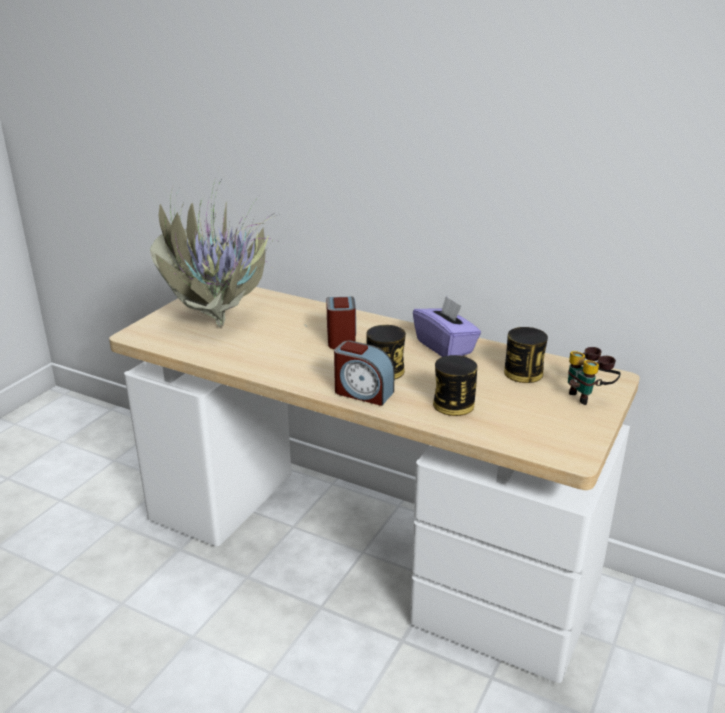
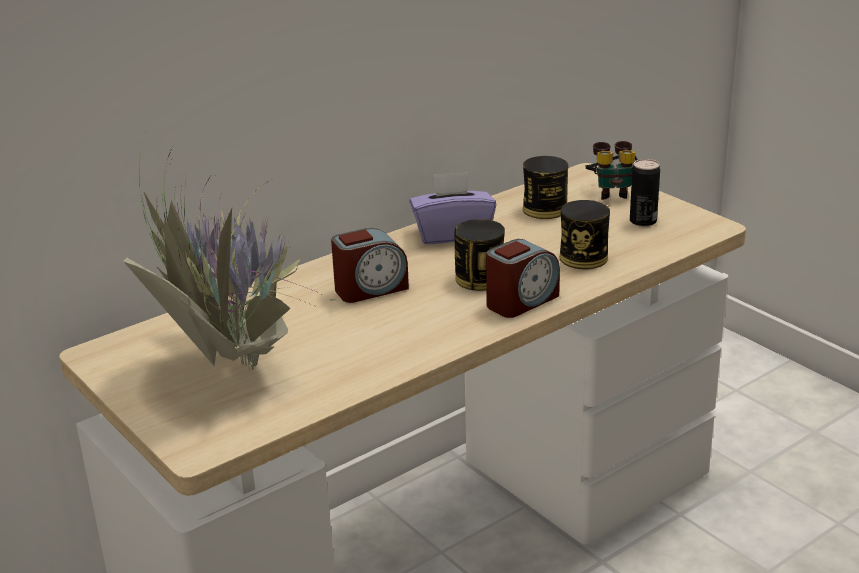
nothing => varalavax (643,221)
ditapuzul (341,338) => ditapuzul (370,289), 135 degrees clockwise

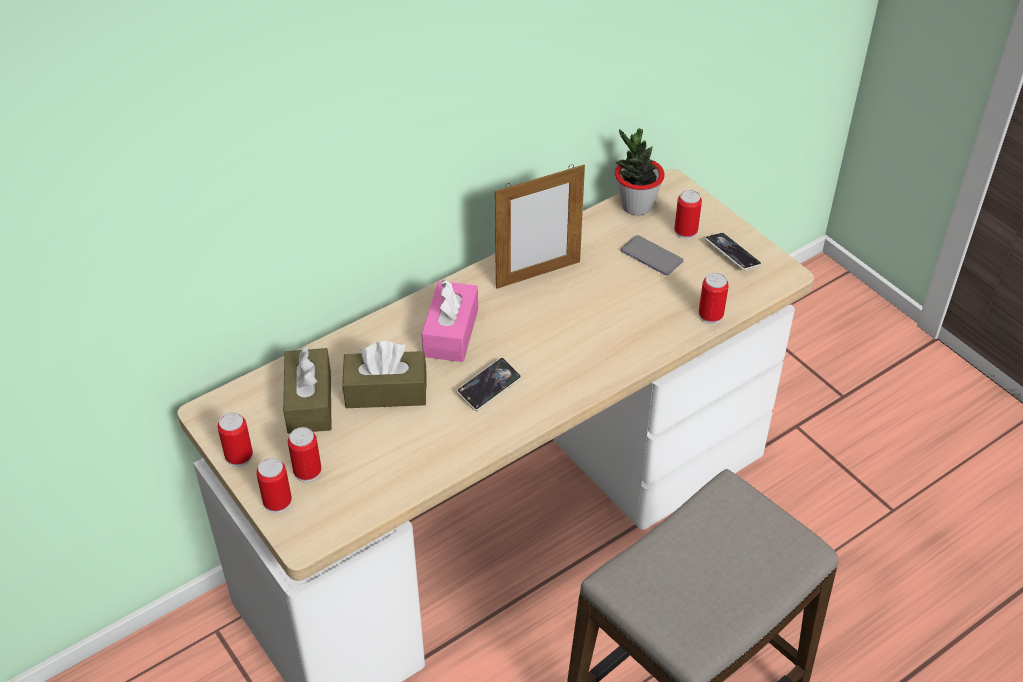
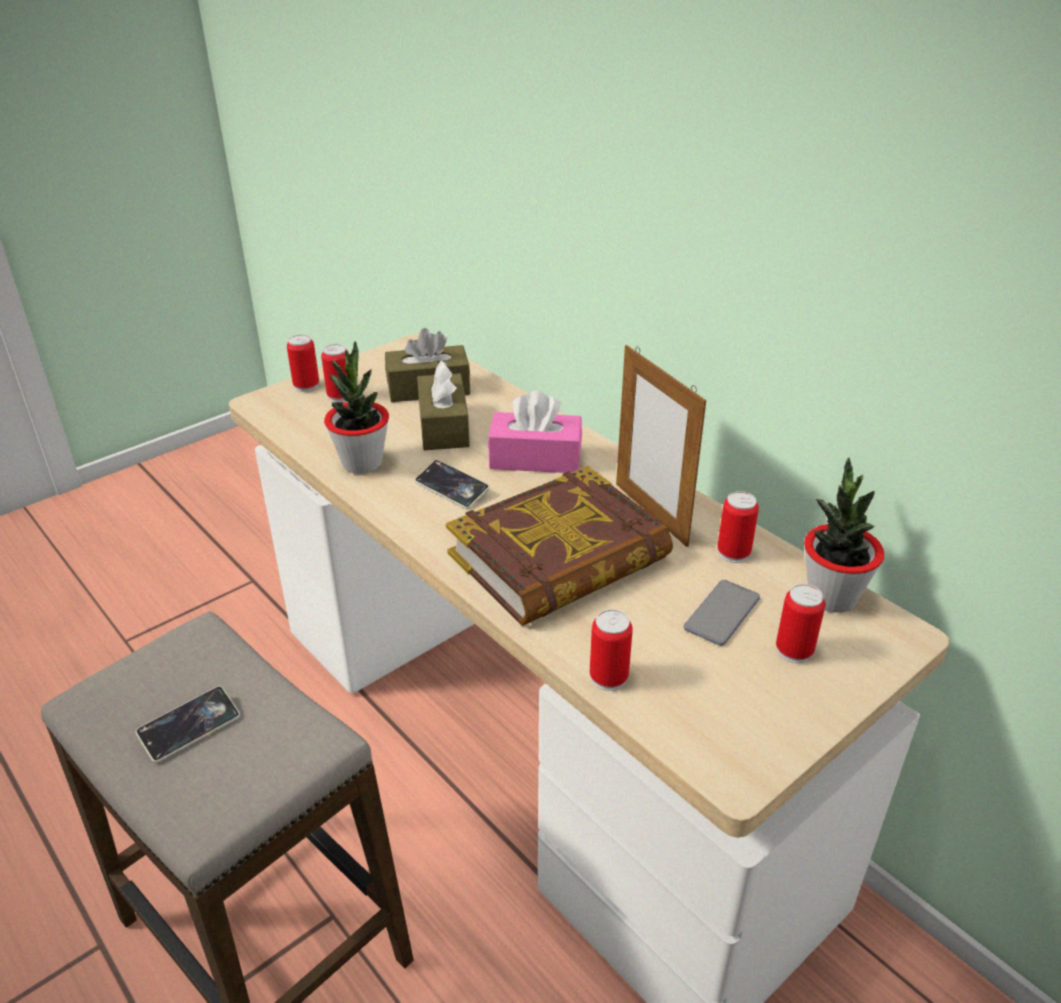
nothing => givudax (362,463)
nothing => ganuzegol (559,558)
varalavax (239,456) => varalavax (733,552), relocated
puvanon (732,254) => puvanon (190,728), relocated

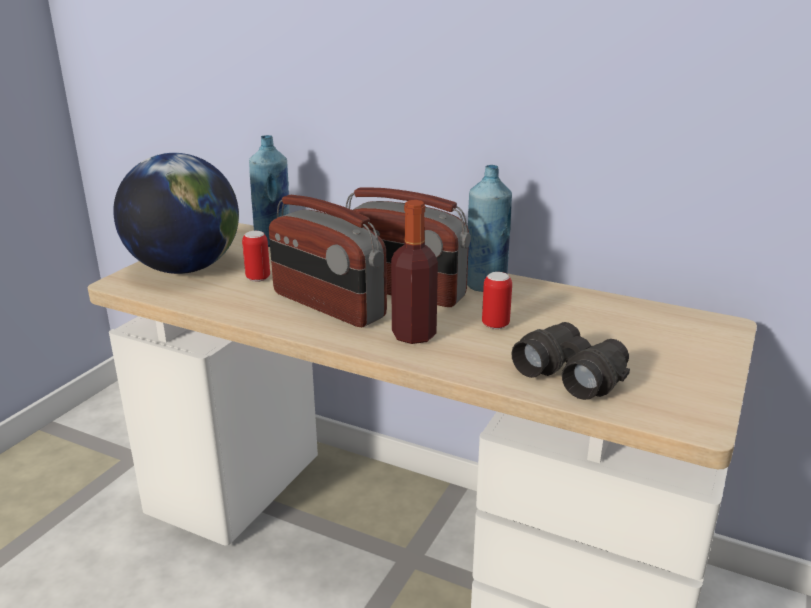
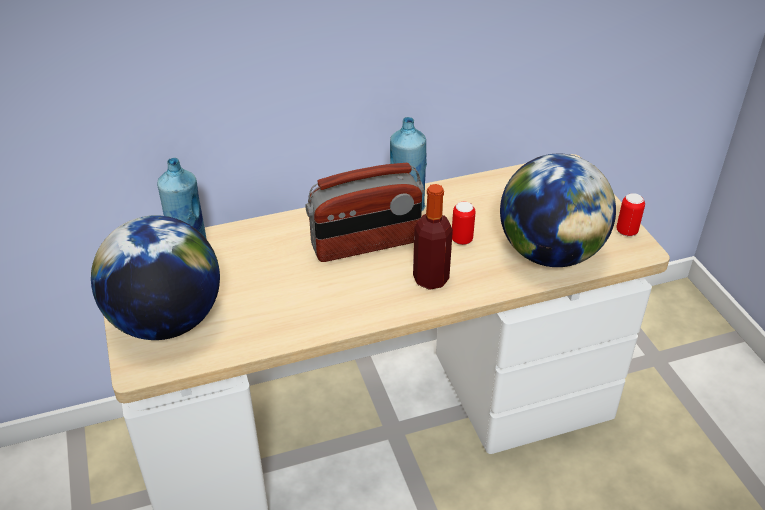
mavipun (327,305) => nothing
varalavax (258,278) => varalavax (626,231), relocated
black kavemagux (571,374) => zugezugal (549,253)

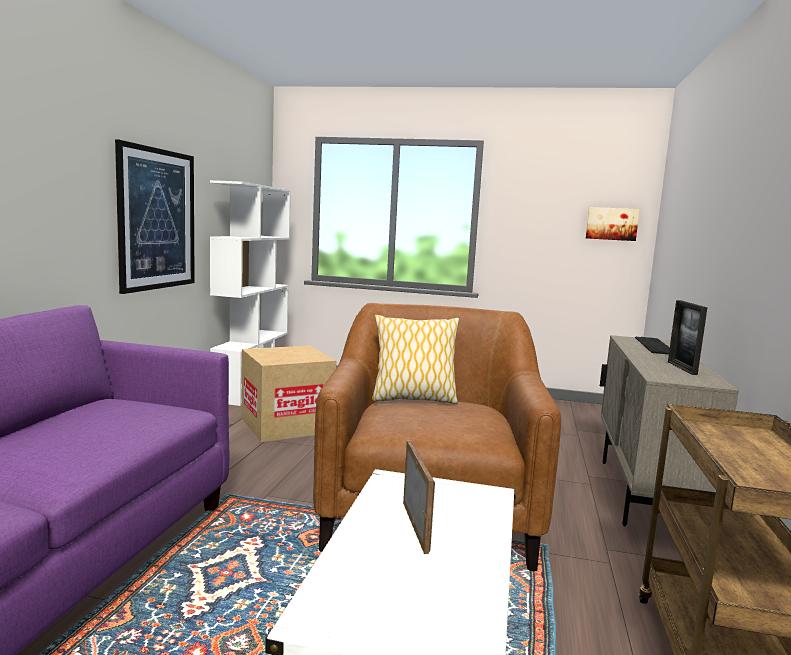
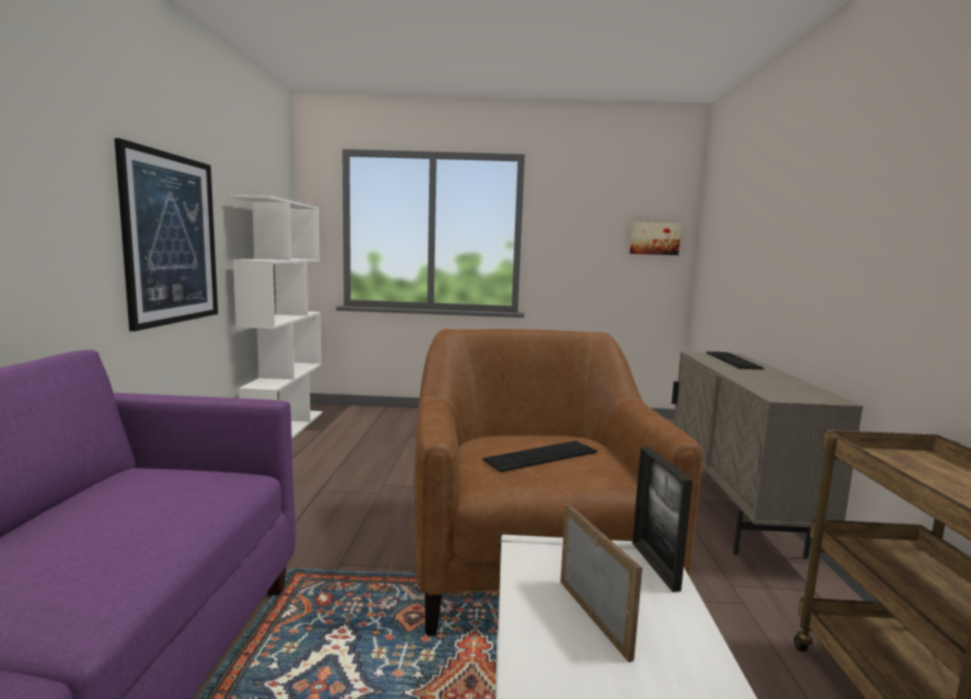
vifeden (286,425) => nothing
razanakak (413,399) => nothing
nothing => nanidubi (541,456)
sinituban (682,368) => sinituban (654,565), relocated

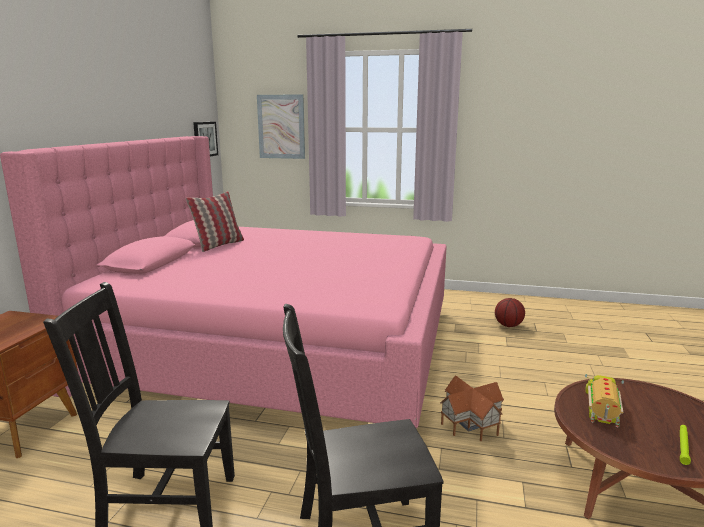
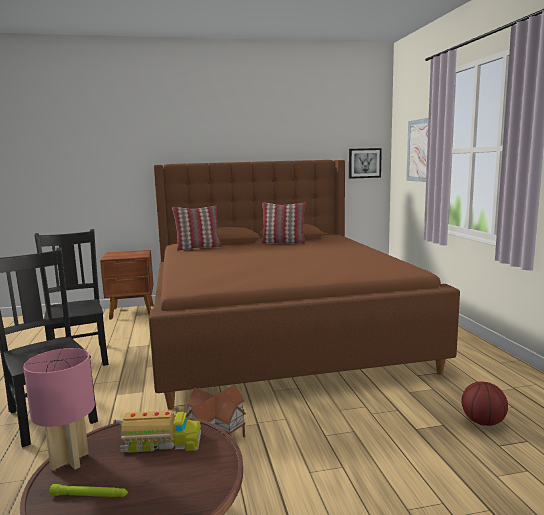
nothing => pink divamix (70,460)
nothing => razanakak (198,248)
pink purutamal (277,346) => brown purutamal (278,332)

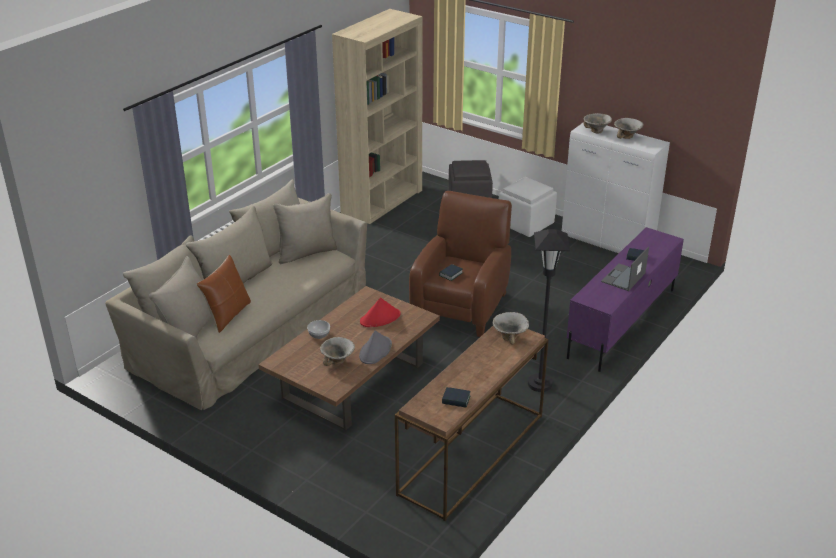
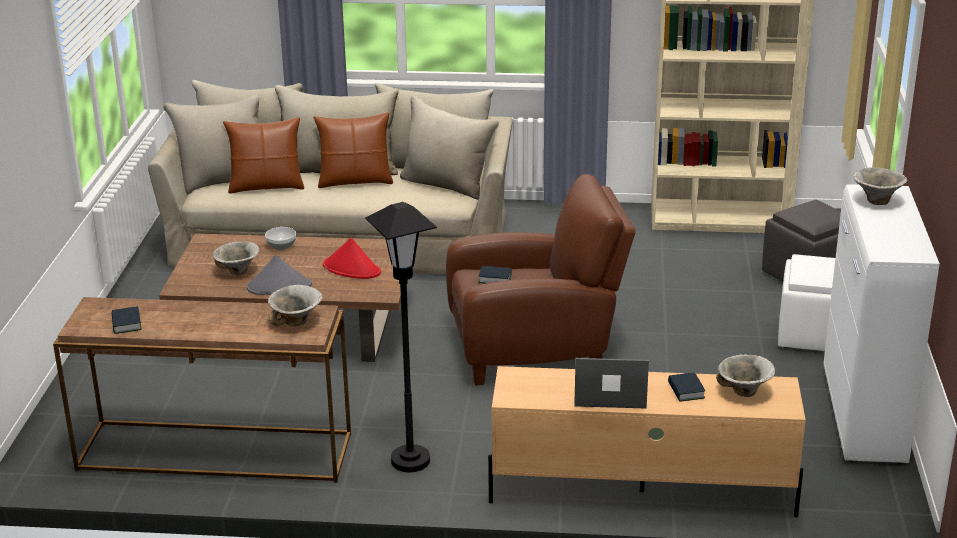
nothing => brown razanakak (355,181)
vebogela (627,137) => vebogela (744,392), relocated
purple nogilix (621,323) => beige nogilix (639,490)

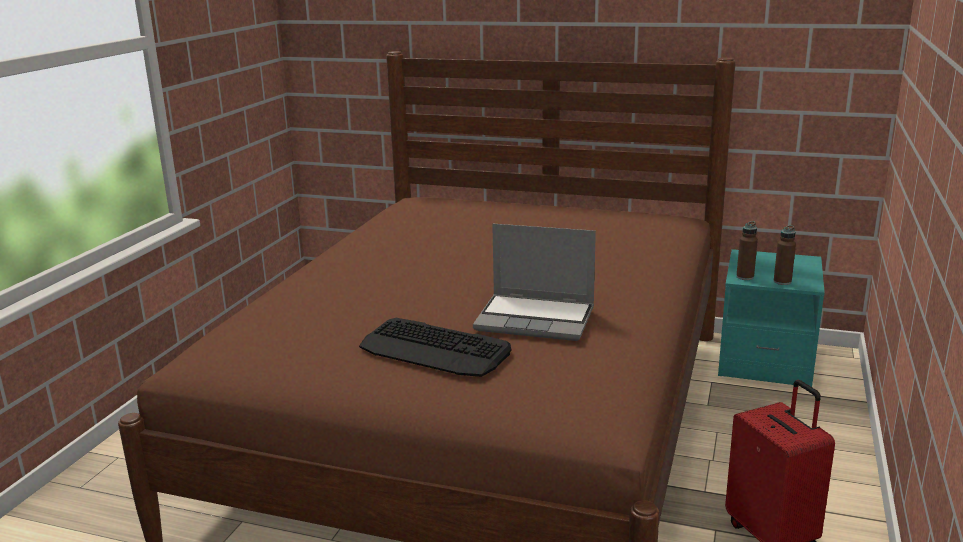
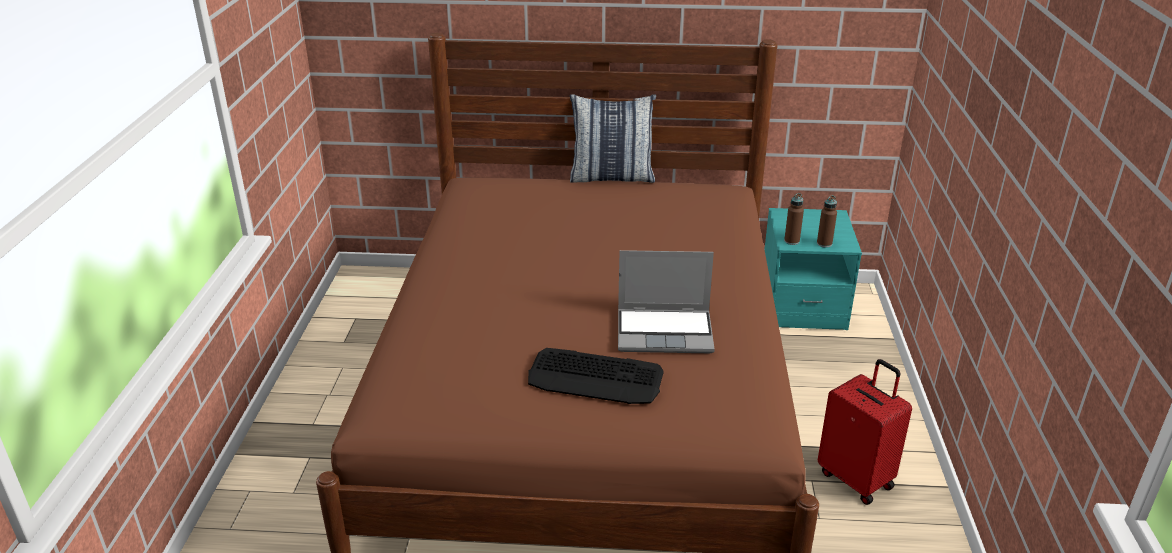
nothing => razanakak (612,177)

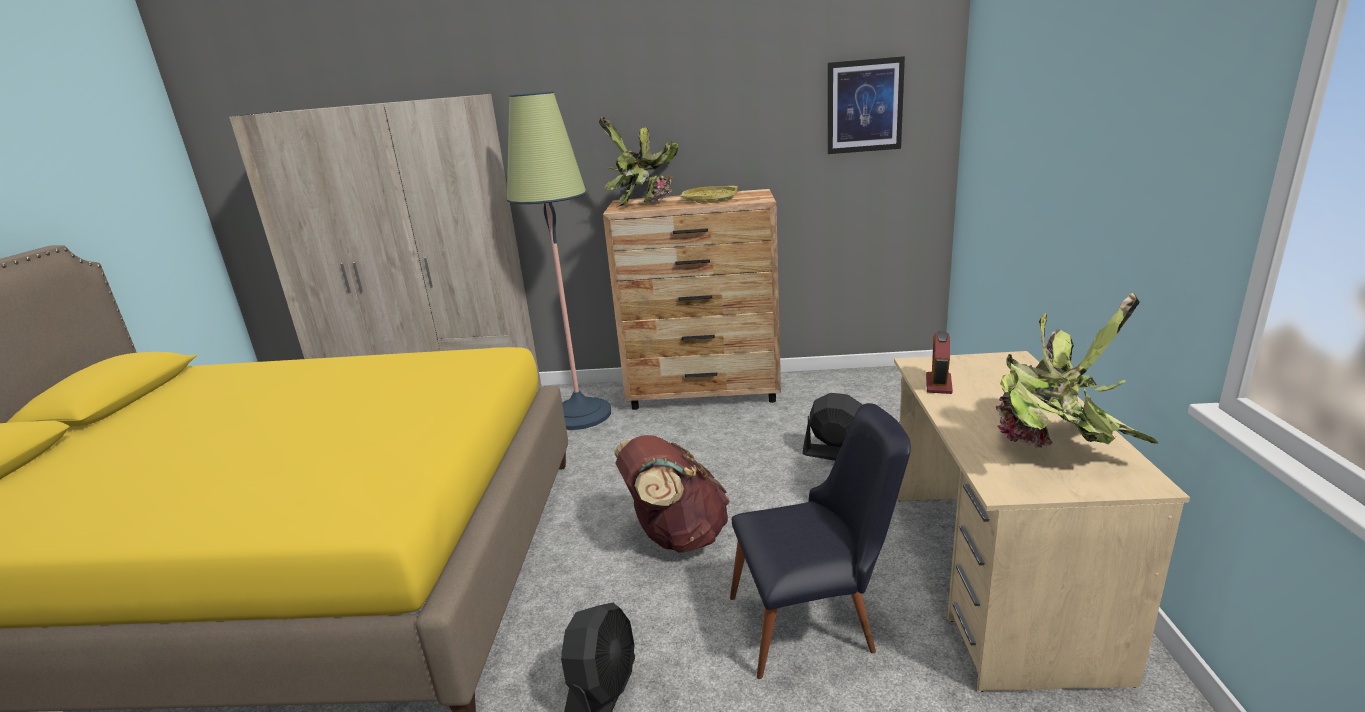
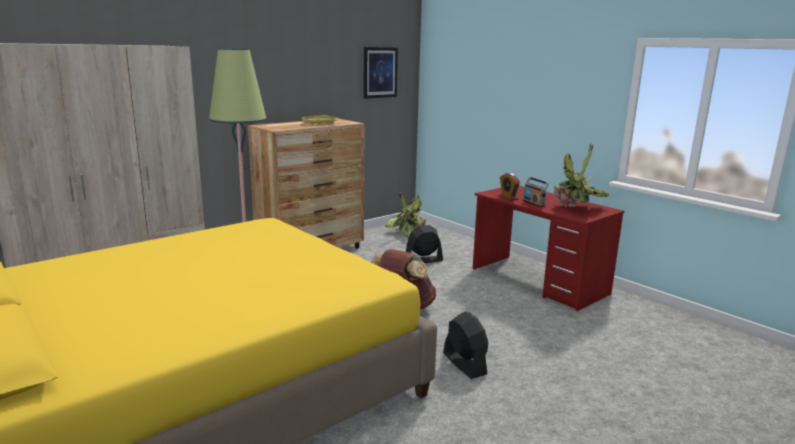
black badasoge (815,623) => nothing
nothing => mavipun (533,203)
givudax (645,202) => givudax (407,232), relocated
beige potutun (994,576) => red potutun (538,282)

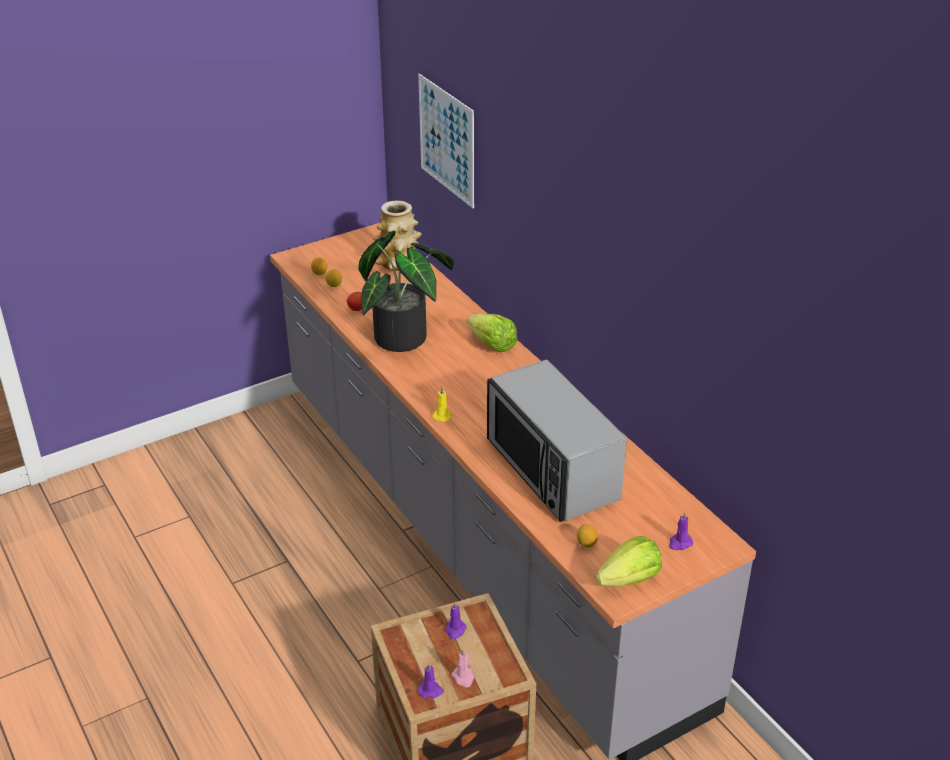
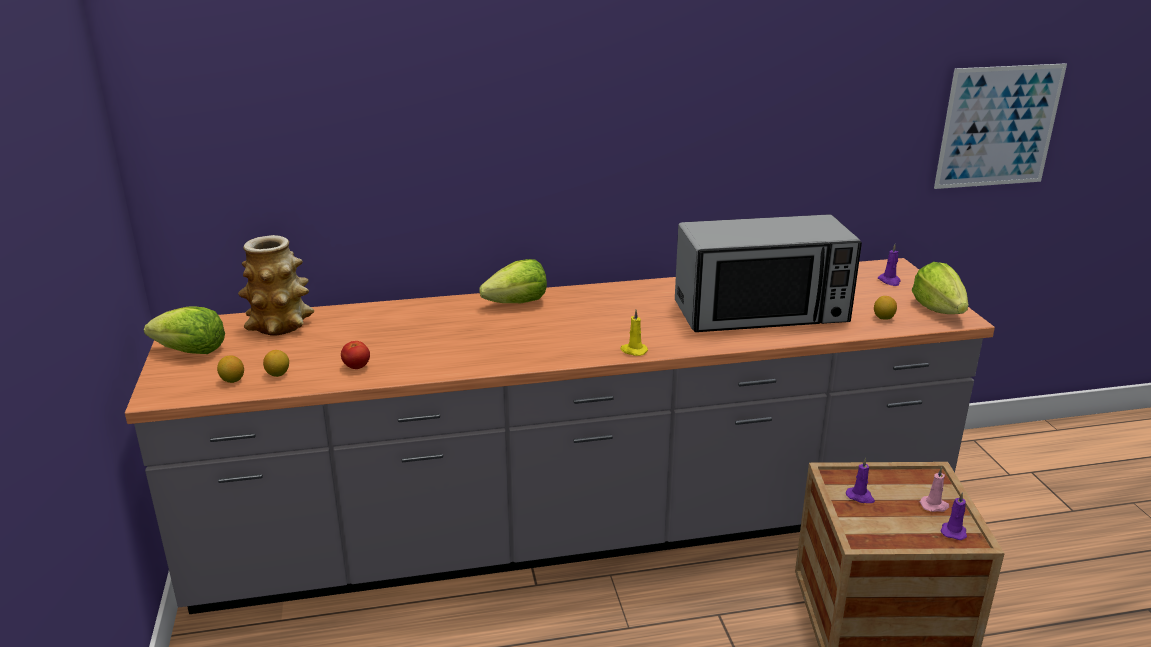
givudax (407,337) => nothing
nothing => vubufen (191,351)
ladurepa (446,140) => ladurepa (998,126), relocated

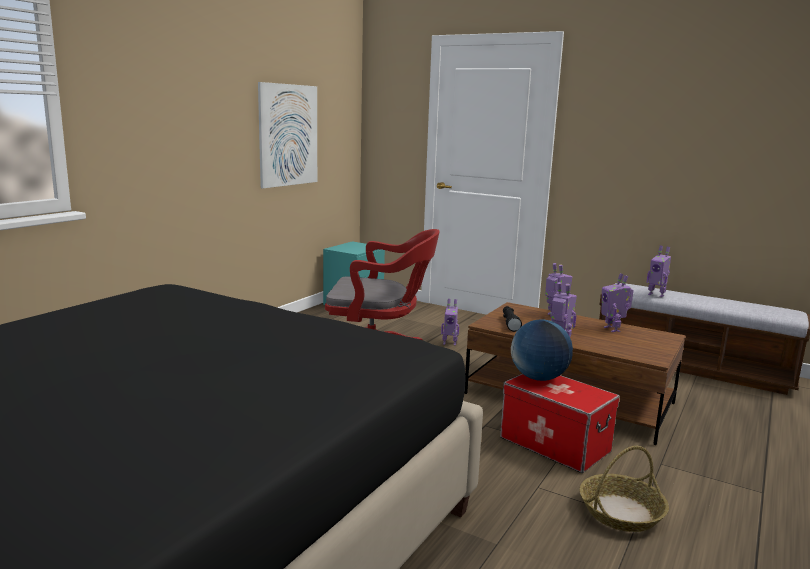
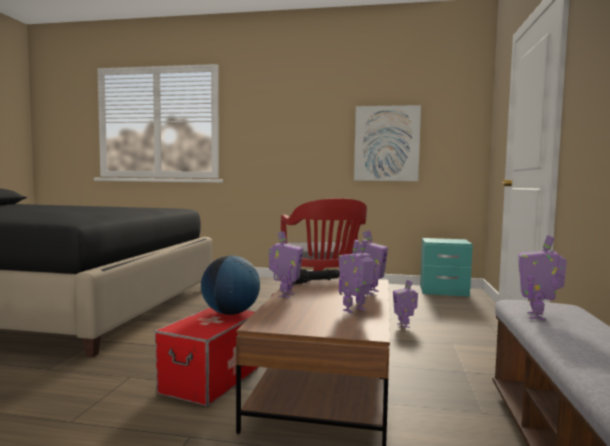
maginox (621,512) => nothing

